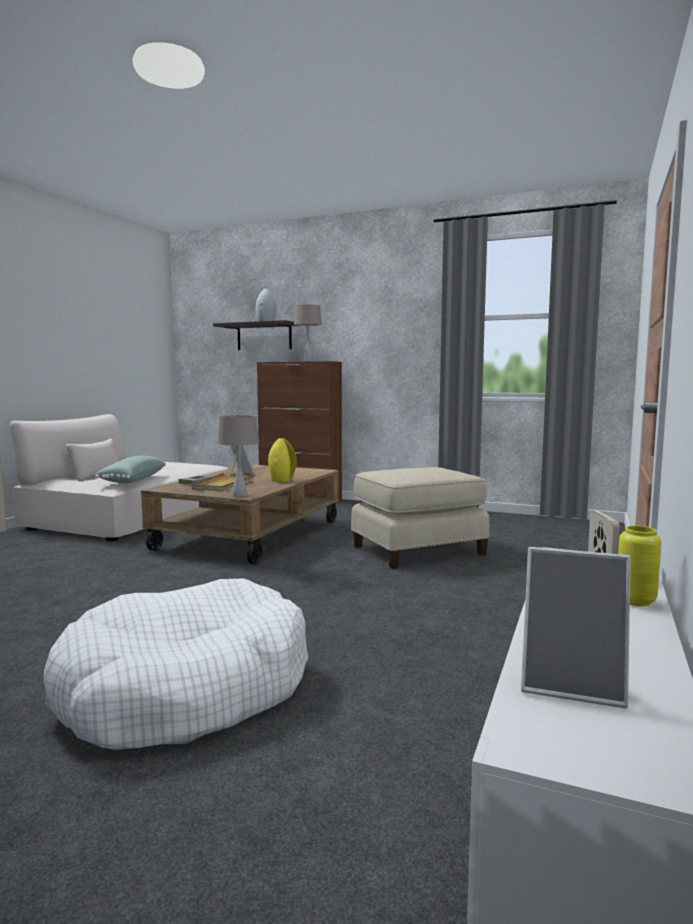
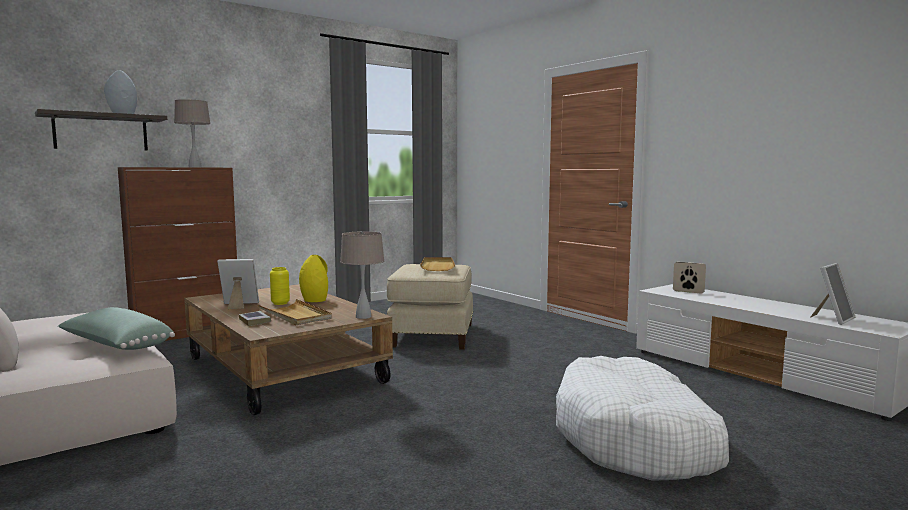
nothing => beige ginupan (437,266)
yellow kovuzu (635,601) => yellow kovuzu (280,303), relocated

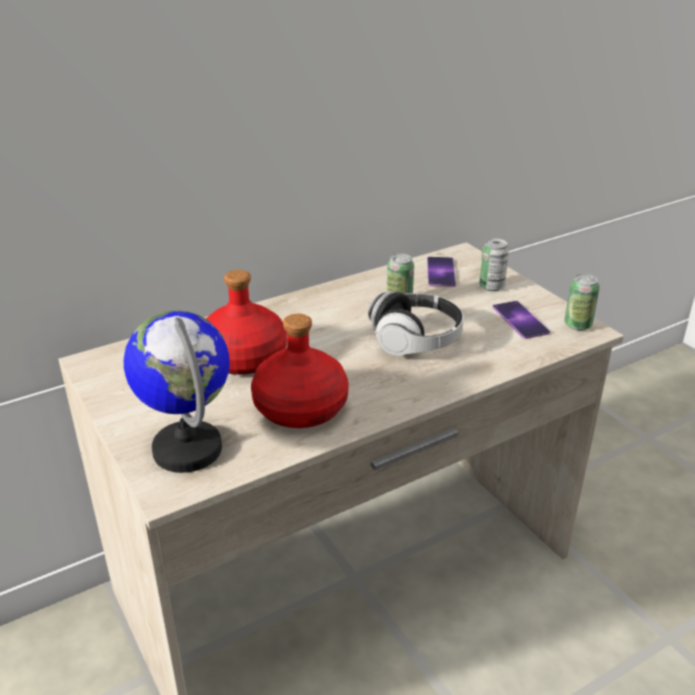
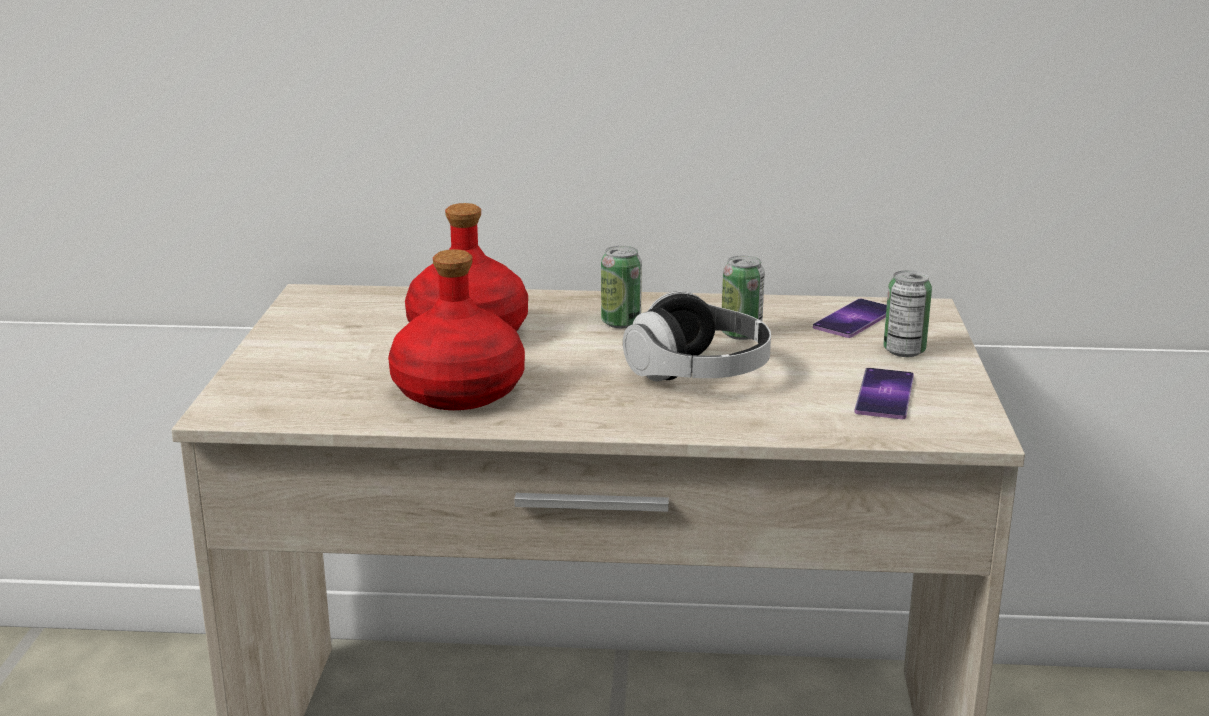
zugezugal (188,449) => nothing
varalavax (577,325) => varalavax (621,323), relocated

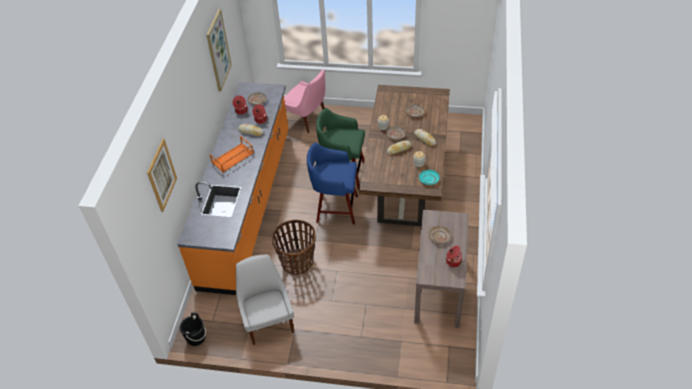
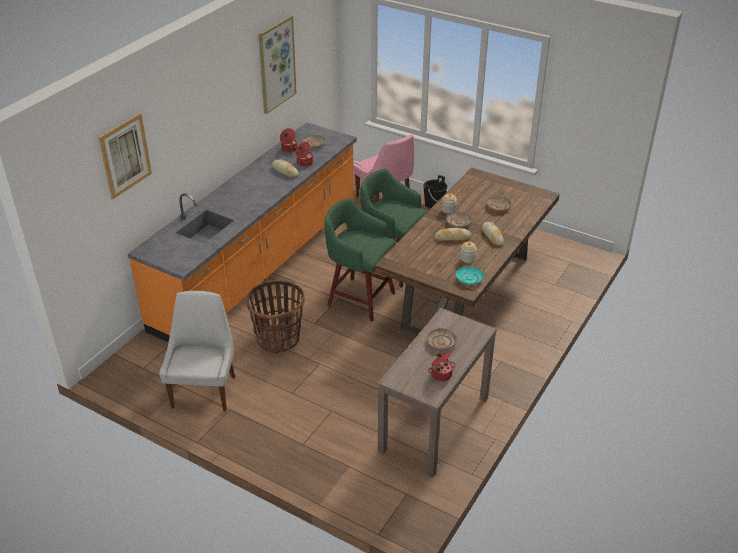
orange ginupan (232,158) => nothing
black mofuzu (196,337) => black mofuzu (434,204), relocated
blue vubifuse (335,208) => green vubifuse (359,298)

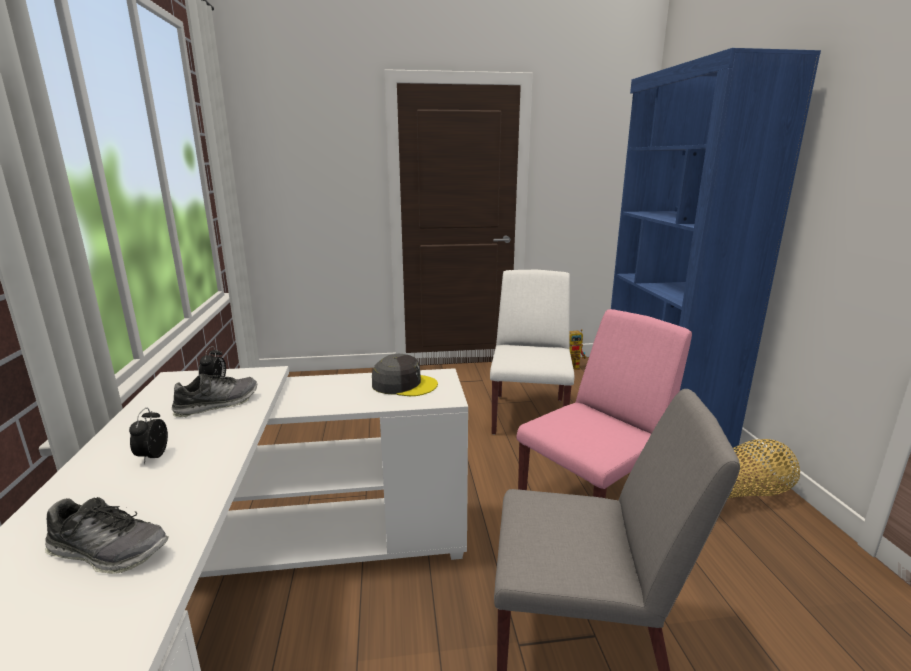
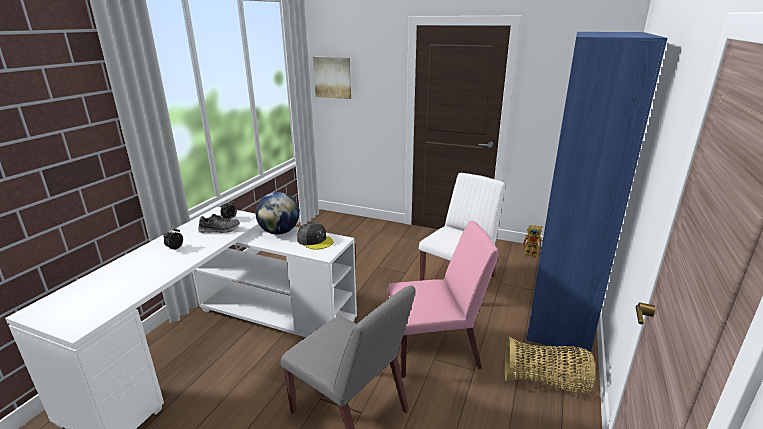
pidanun (109,551) => nothing
nothing => zugezugal (279,232)
nothing => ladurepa (333,77)

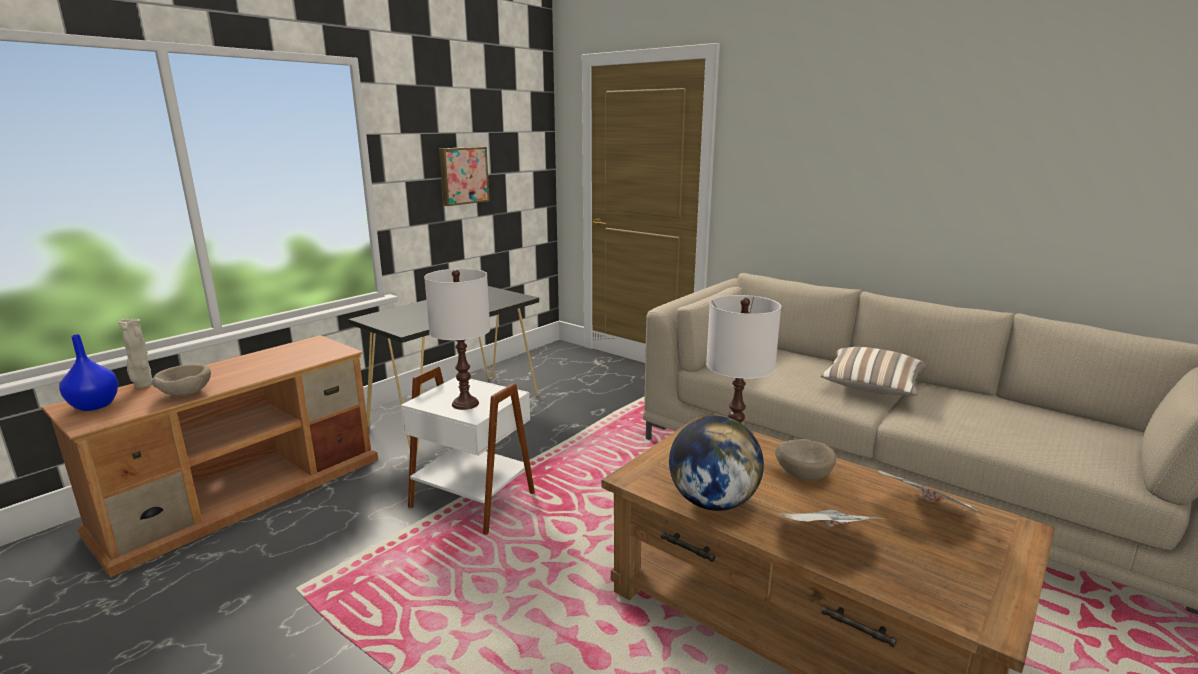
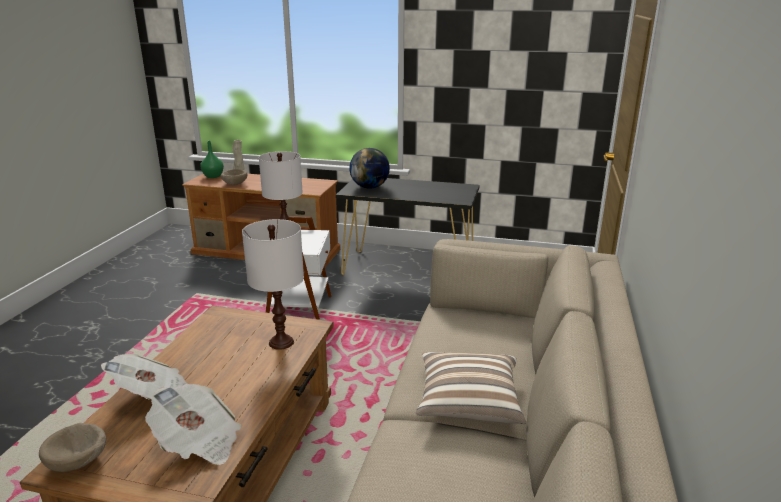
ladurepa (463,175) => nothing
zugezugal (712,502) => zugezugal (369,187), relocated
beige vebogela (803,474) => beige vebogela (79,462), relocated
blue kovuzu (93,406) => green kovuzu (212,176)

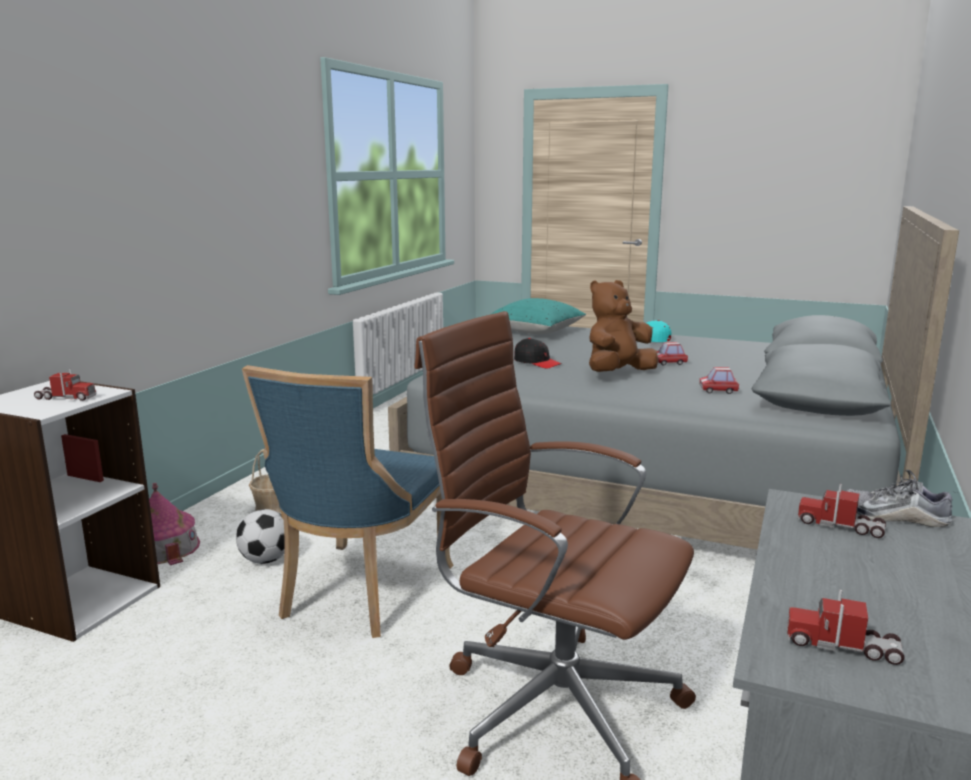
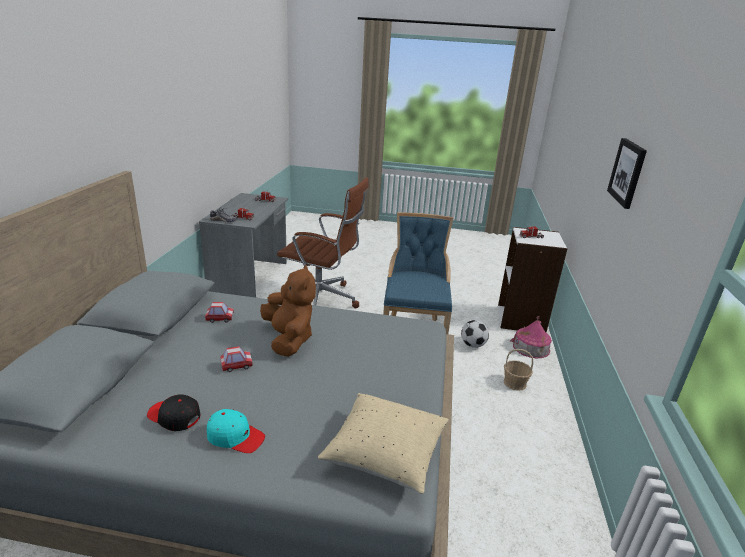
nothing => ladurepa (627,172)
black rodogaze (537,362) => black rodogaze (174,417), relocated
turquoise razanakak (536,332) => beige razanakak (385,454)
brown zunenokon (617,373) => brown zunenokon (289,339), 60 degrees counterclockwise

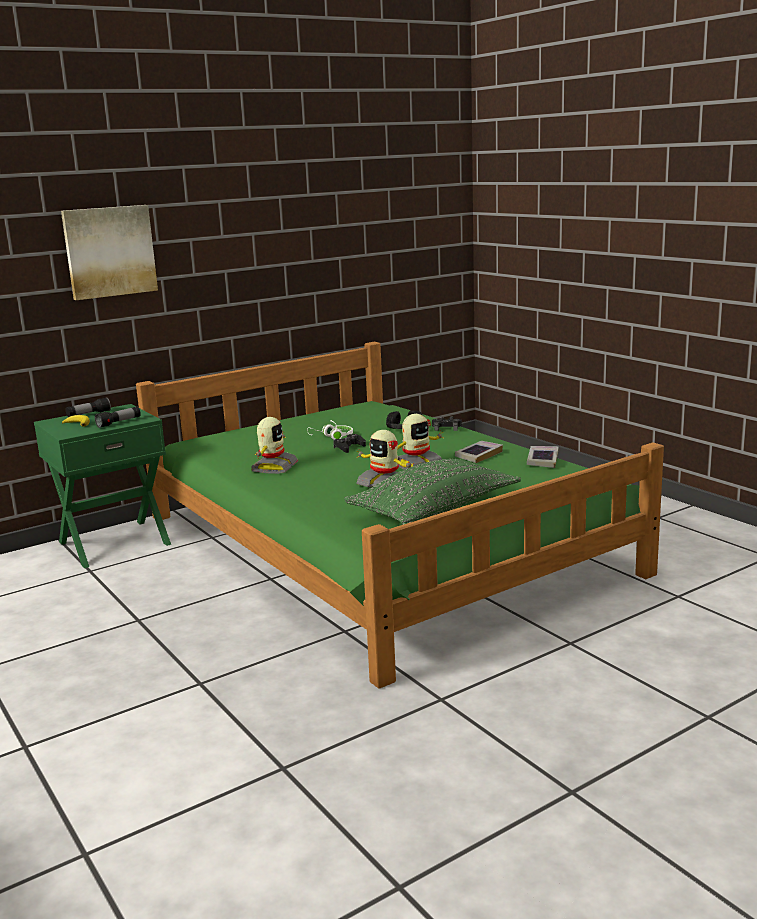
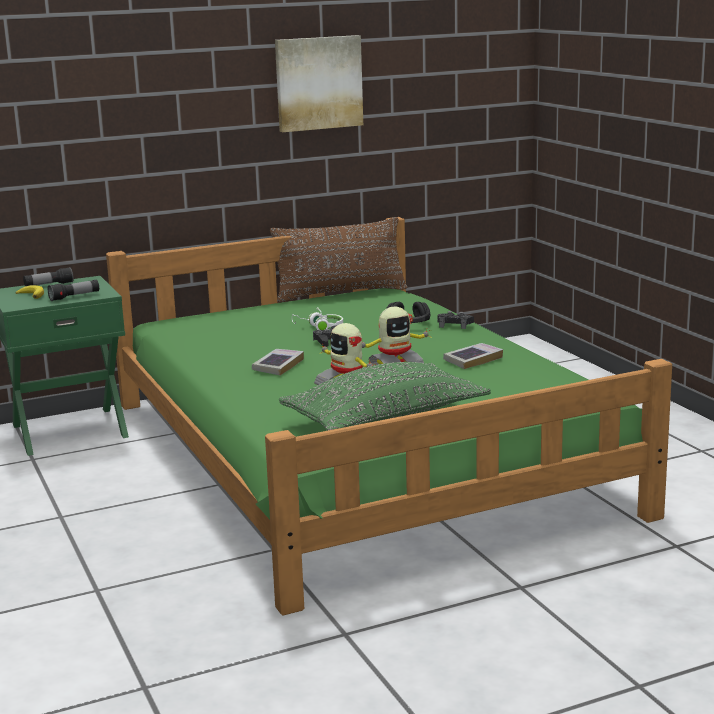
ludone (273,467) => nothing
nothing => brown razanakak (340,293)
ladurepa (109,251) => ladurepa (318,83), relocated
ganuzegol (542,460) => ganuzegol (278,366), relocated

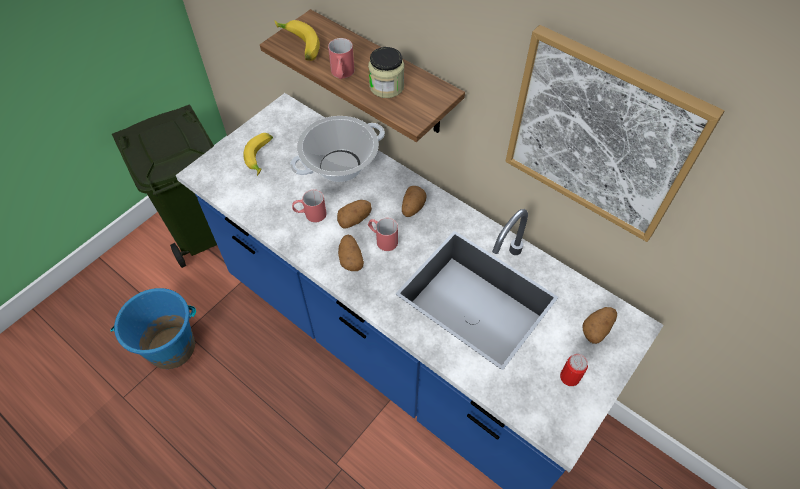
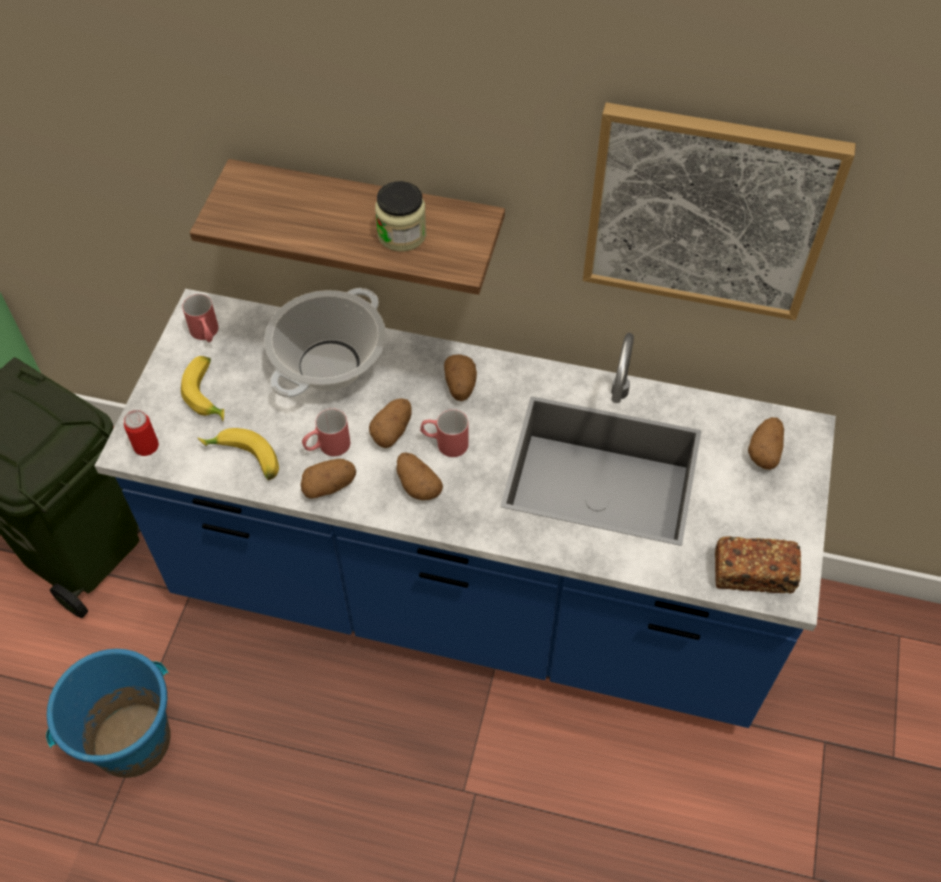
nothing => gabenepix (329,486)
nothing => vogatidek (752,574)
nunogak (298,46) => nunogak (243,460), relocated
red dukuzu (342,75) => red dukuzu (206,334), relocated
varalavax (569,377) => varalavax (146,446), relocated

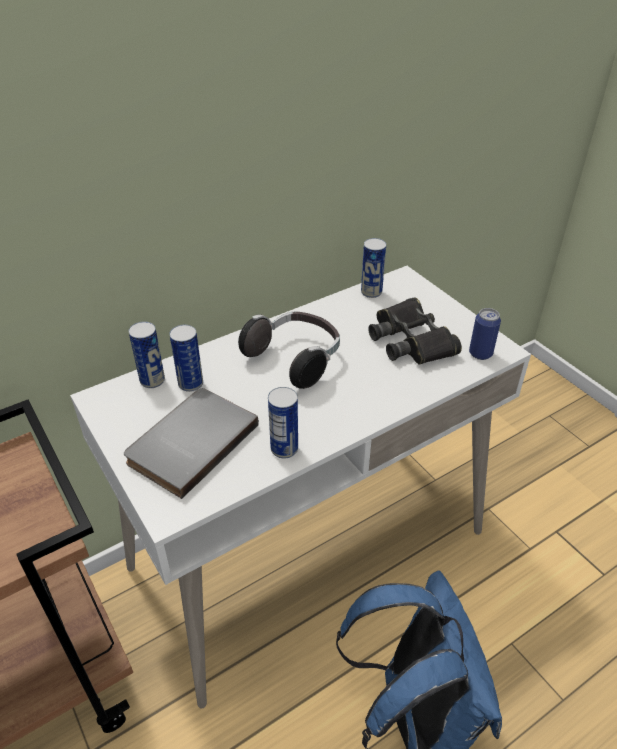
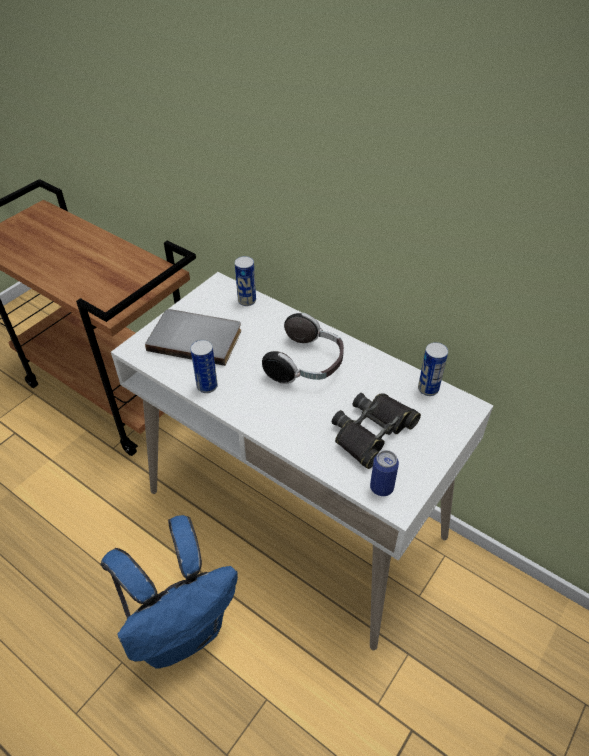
varalavax (190,384) => nothing

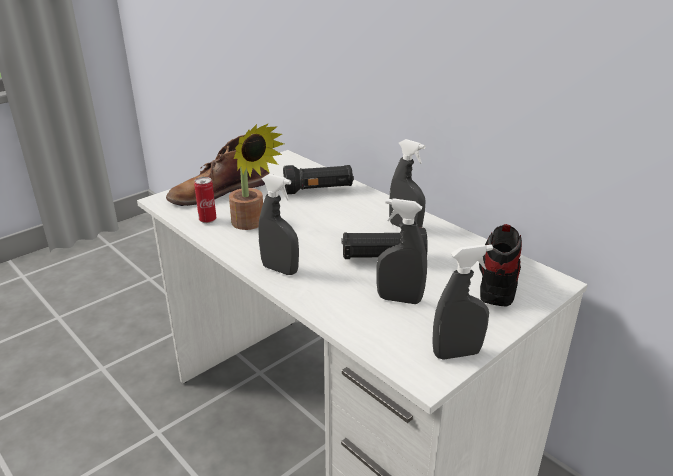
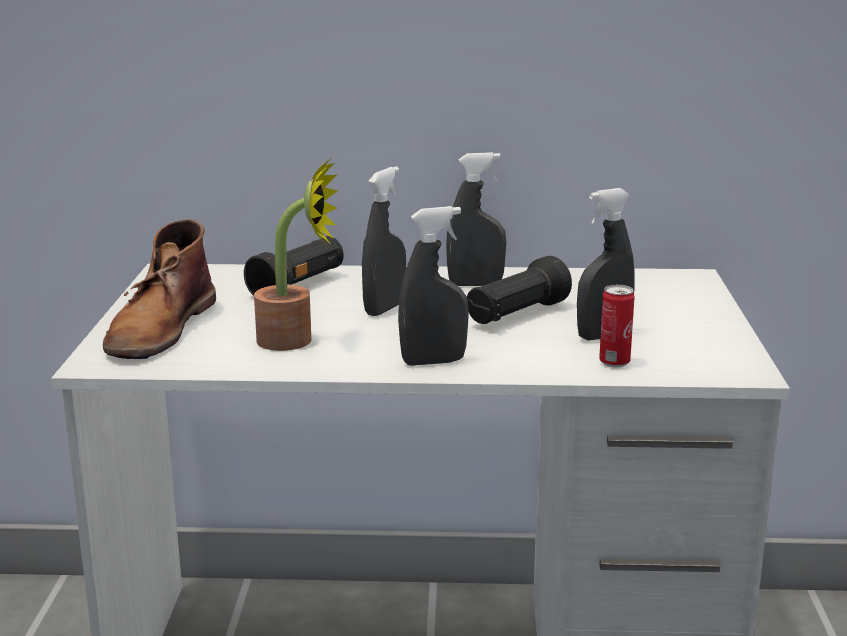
pidanun (497,278) => nothing
varalavax (207,220) => varalavax (614,363), relocated
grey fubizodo (457,353) => grey fubizodo (385,309), relocated

